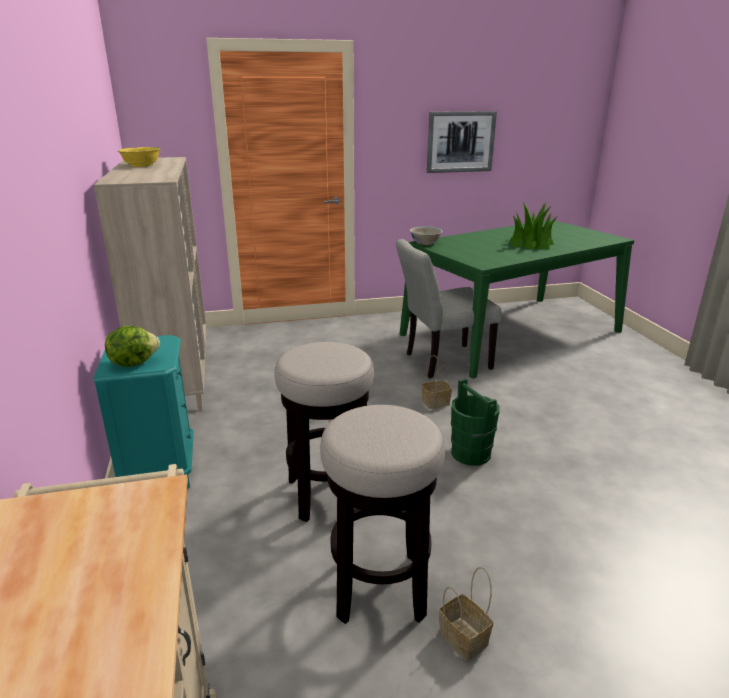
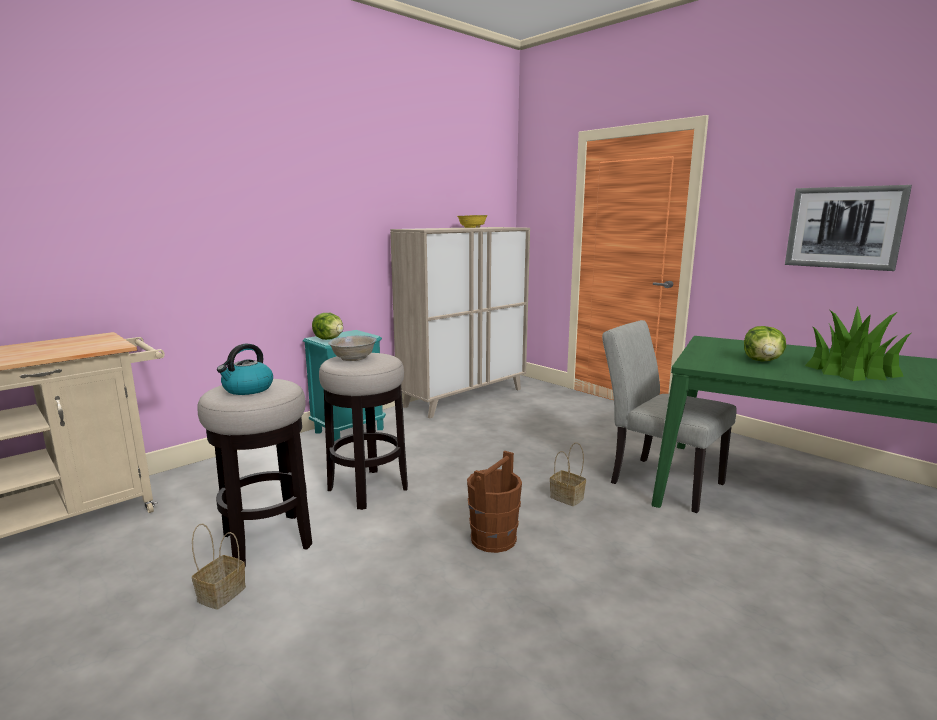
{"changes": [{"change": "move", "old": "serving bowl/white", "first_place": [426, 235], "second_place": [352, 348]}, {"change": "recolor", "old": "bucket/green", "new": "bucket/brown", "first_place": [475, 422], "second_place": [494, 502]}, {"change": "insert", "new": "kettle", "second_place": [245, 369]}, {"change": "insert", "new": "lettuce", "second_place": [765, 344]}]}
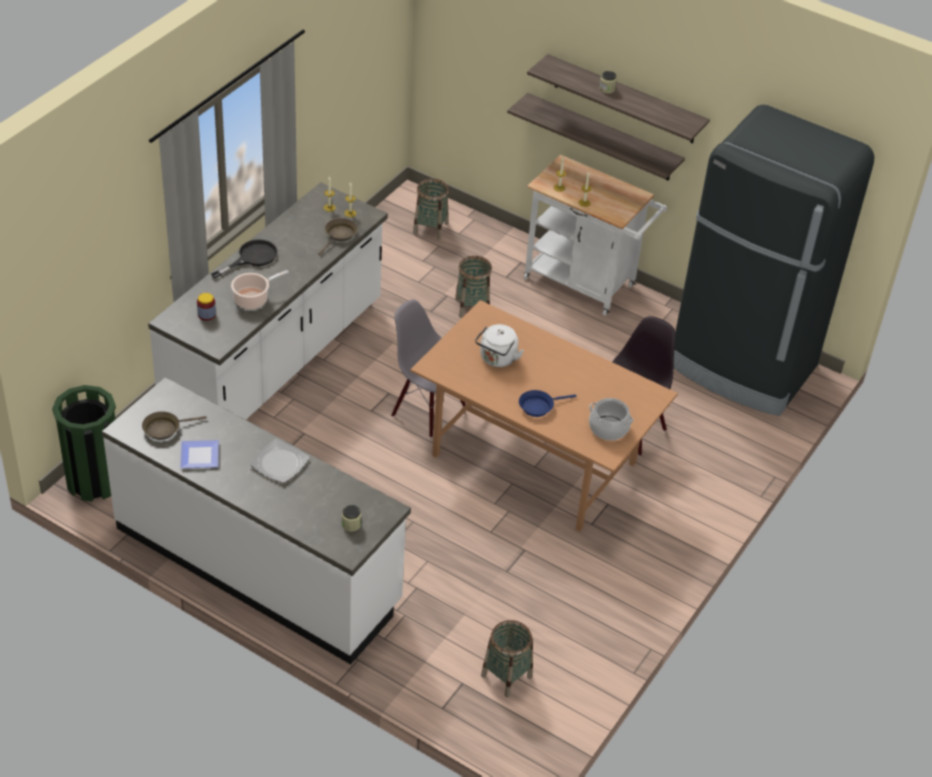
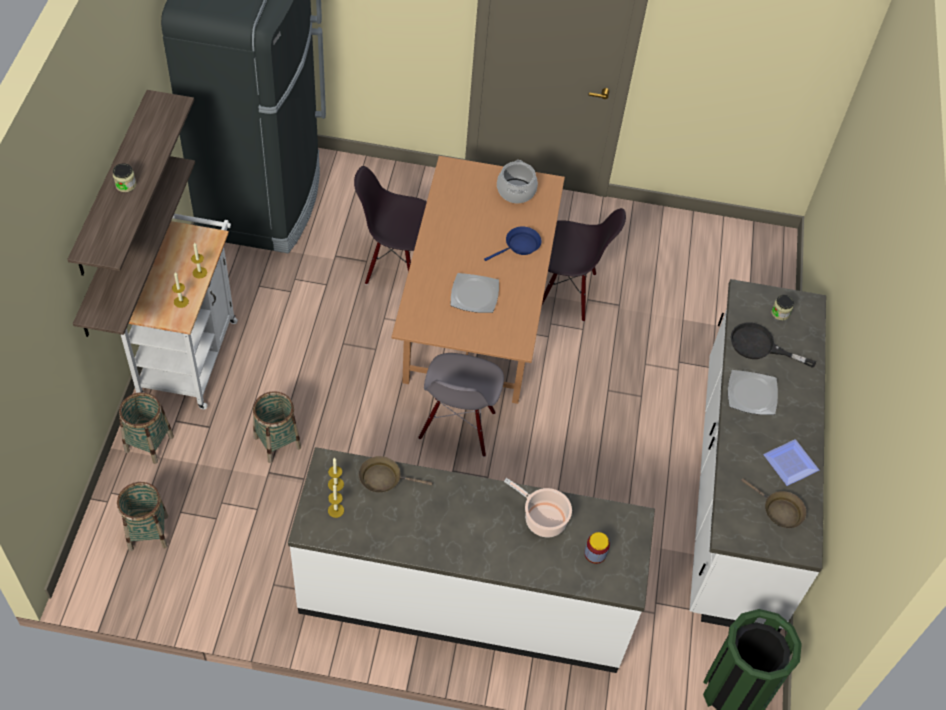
{"changes": [{"change": "move", "old": "pan/black-coloured", "first_place": [244, 258], "second_place": [773, 345]}, {"change": "replace", "old": "kettle/white", "new": "dinner plate", "first_place": [499, 345], "second_place": [475, 293]}, {"change": "move", "old": "basket", "first_place": [507, 659], "second_place": [146, 428]}, {"change": "rotate", "old": "pan/blue-coloured", "first_place": [547, 403], "second_place": [513, 244], "degrees": -75}, {"change": "insert", "new": "chair/black-coloured", "second_place": [584, 265]}]}
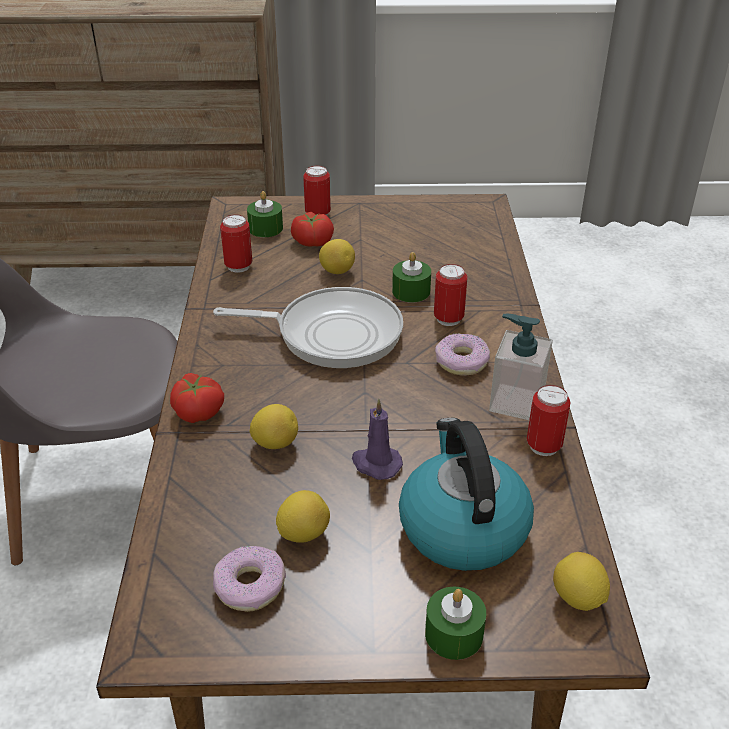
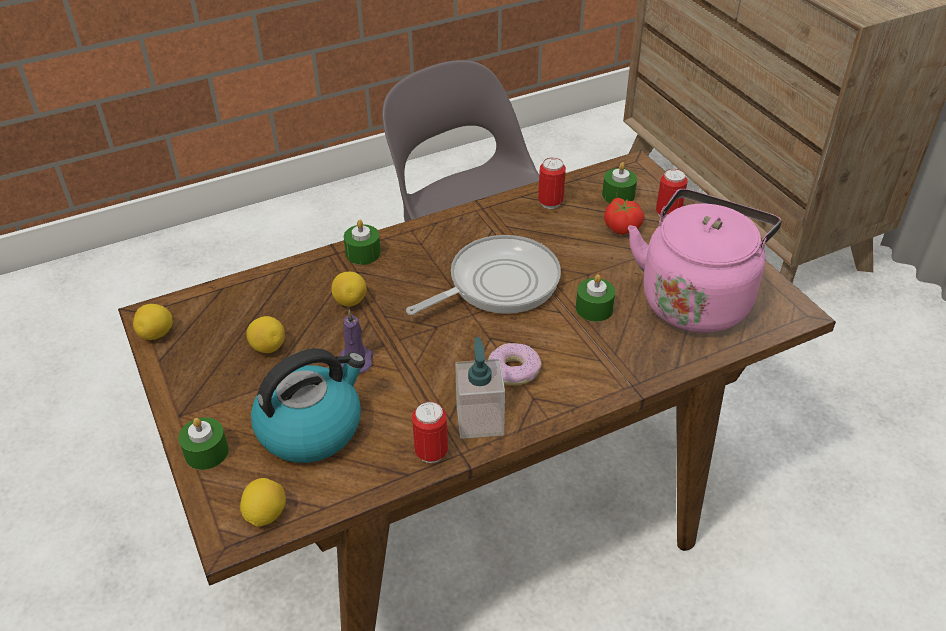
{"changes": [{"change": "replace", "old": "whole tomato", "new": "candle/green", "first_place": [197, 398], "second_place": [362, 242]}, {"change": "rotate", "old": "pan", "first_place": [308, 327], "second_place": [483, 275], "degrees": -105}, {"change": "delete", "old": "ring doughnut", "first_place": [249, 579]}, {"change": "move", "old": "citrus fruit", "first_place": [337, 256], "second_place": [152, 322]}, {"change": "delete", "old": "can", "first_place": [451, 295]}, {"change": "insert", "new": "kettle/pinkish", "second_place": [705, 261]}]}
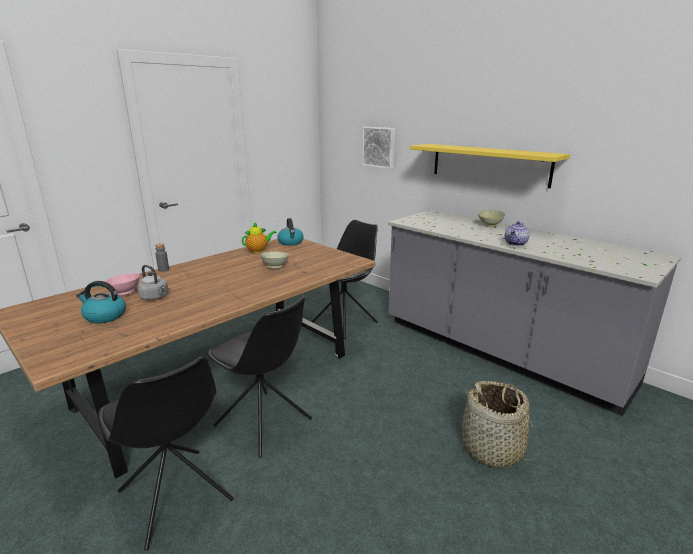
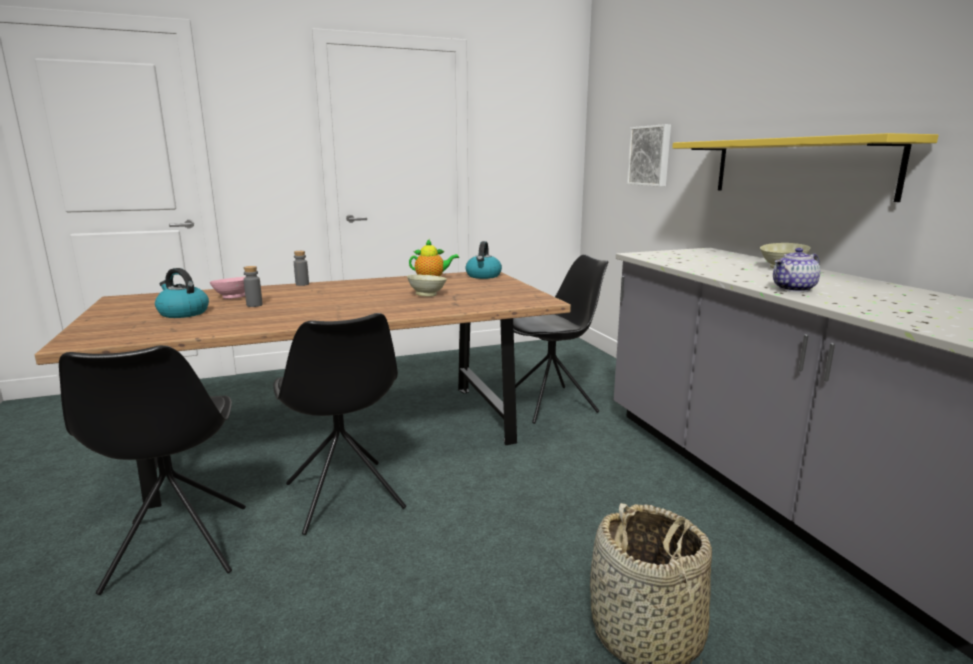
{"changes": [{"change": "replace", "old": "kettle/greyish", "new": "drink bottle/greyish", "first_place": [152, 282], "second_place": [253, 286]}]}
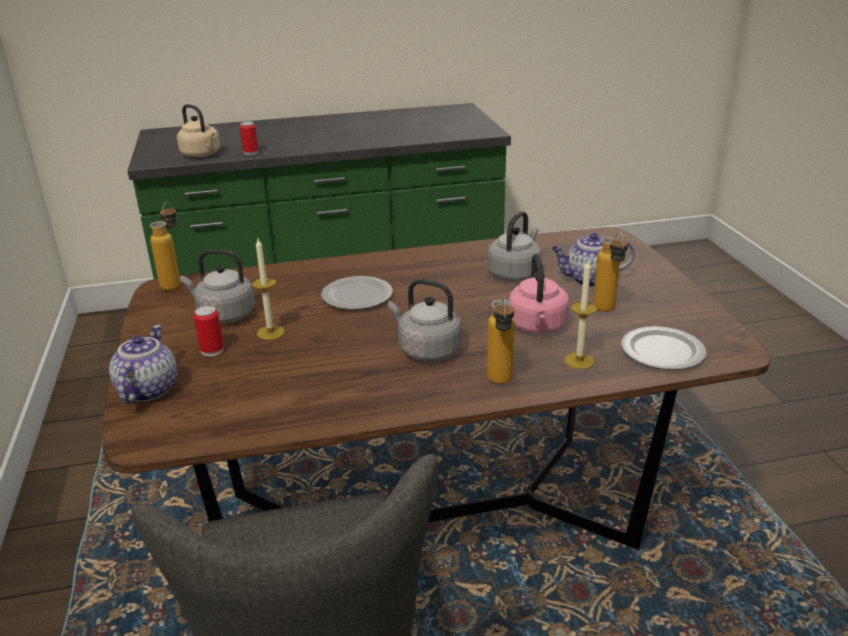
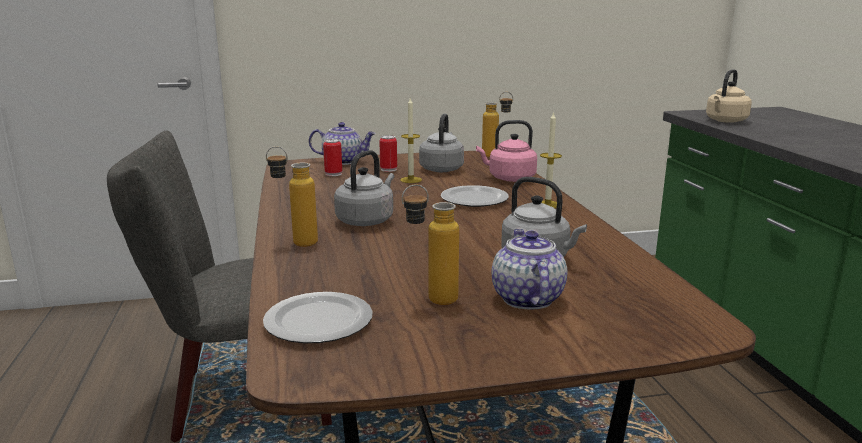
{"changes": [{"change": "move", "old": "can", "first_place": [249, 138], "second_place": [332, 157]}, {"change": "move", "old": "kettle/pinkish", "first_place": [539, 294], "second_place": [506, 151]}, {"change": "move", "old": "candle", "first_place": [580, 315], "second_place": [551, 159]}]}
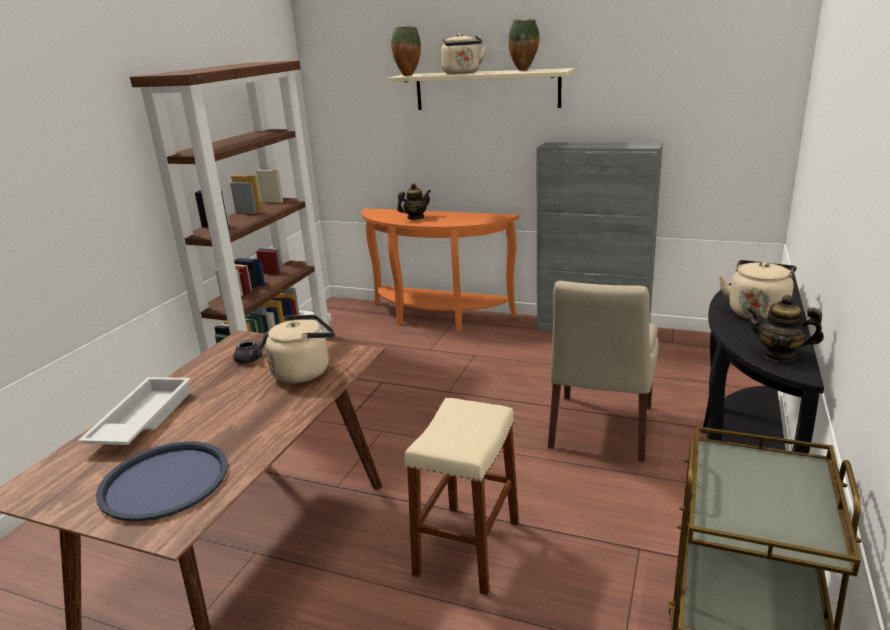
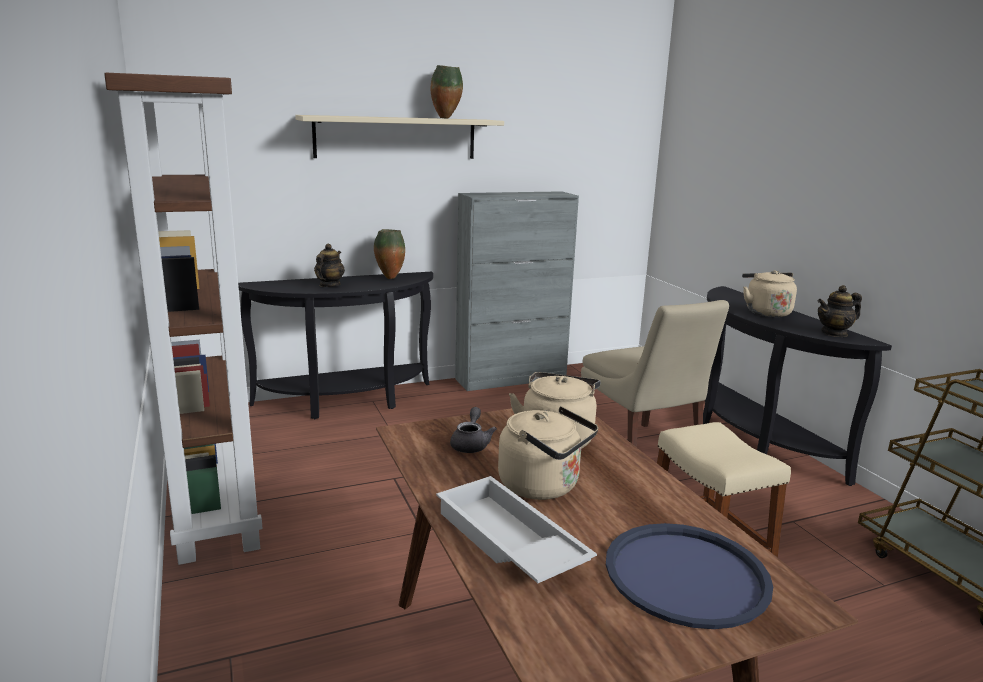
{"changes": [{"change": "recolor", "old": "hall table/orangey", "new": "hall table/black-coloured", "first_place": [440, 269], "second_place": [335, 345]}, {"change": "move", "old": "decorative vase", "first_place": [406, 51], "second_place": [389, 254]}, {"change": "move", "old": "kettle/sand-coloured", "first_place": [464, 53], "second_place": [548, 453]}]}
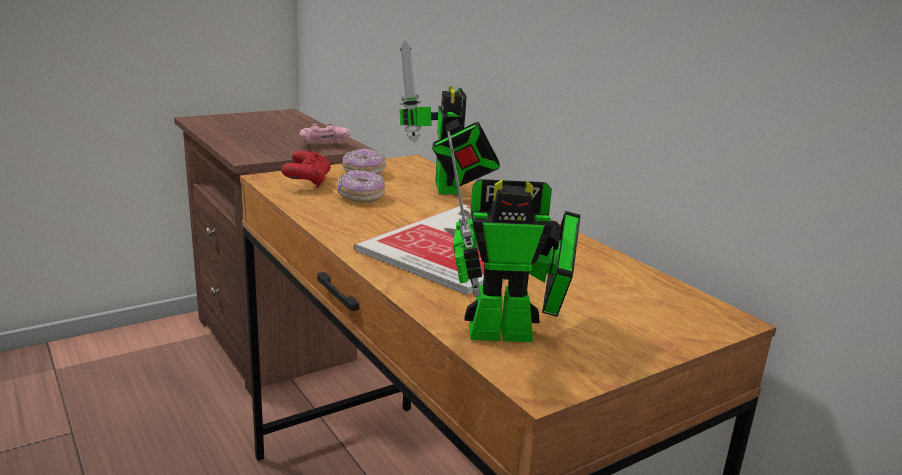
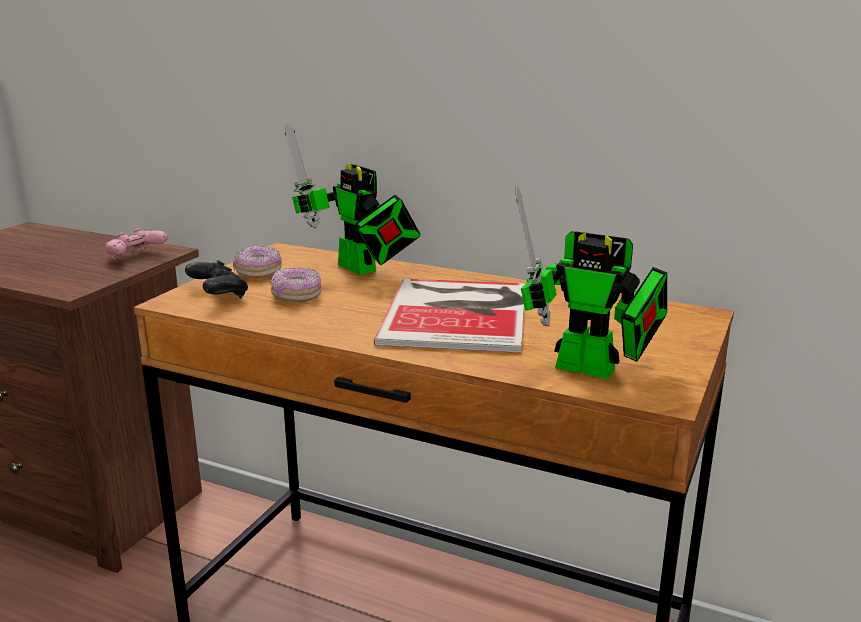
{"changes": [{"change": "recolor", "old": "gamepad/red", "new": "gamepad/black-coloured", "first_place": [306, 169], "second_place": [216, 279]}, {"change": "rotate", "old": "toy robot", "first_place": [514, 236], "second_place": [591, 282], "degrees": 60}]}
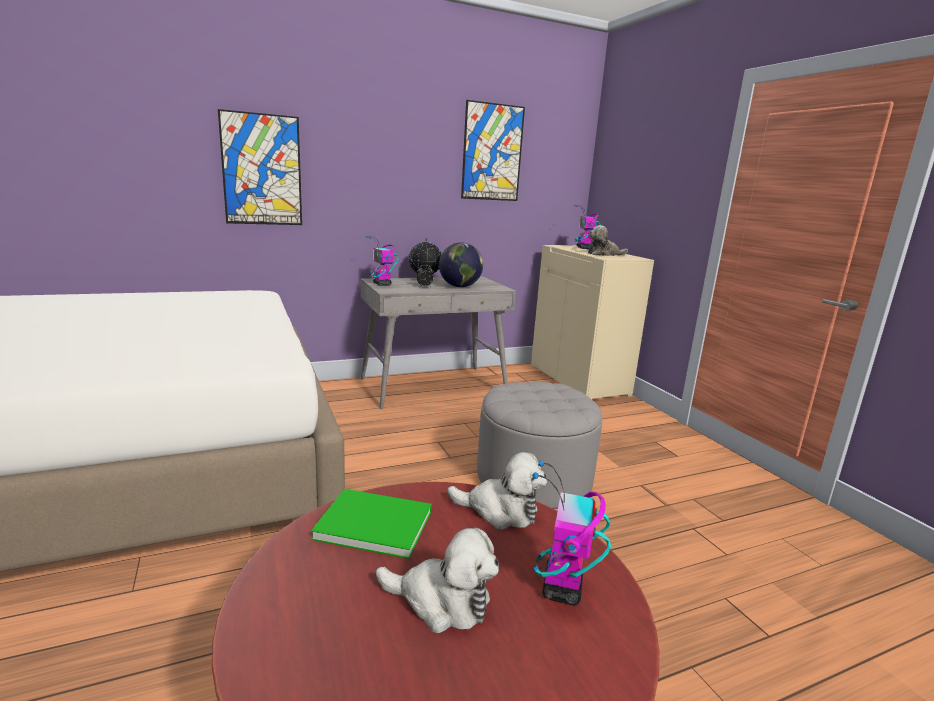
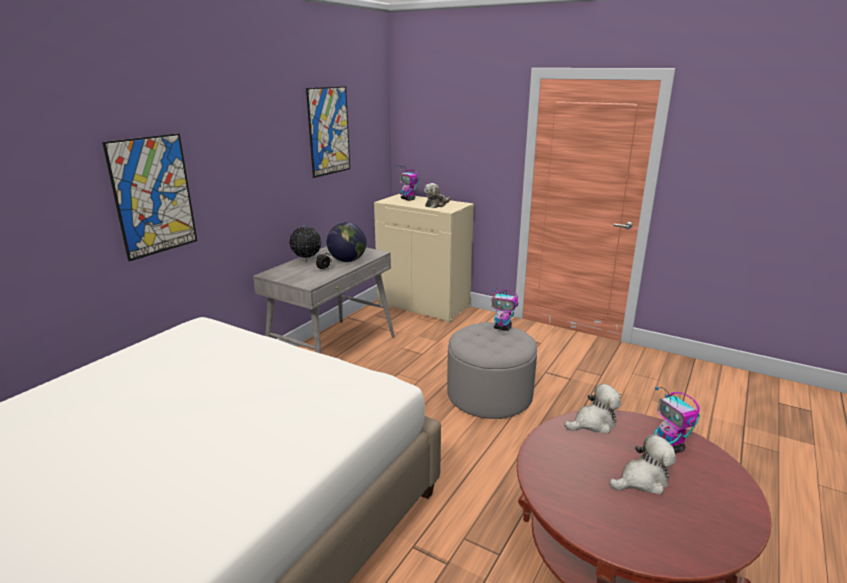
{"changes": [{"change": "delete", "old": "book/green", "first_place": [371, 524]}, {"change": "move", "old": "toy robot", "first_place": [382, 260], "second_place": [504, 310]}]}
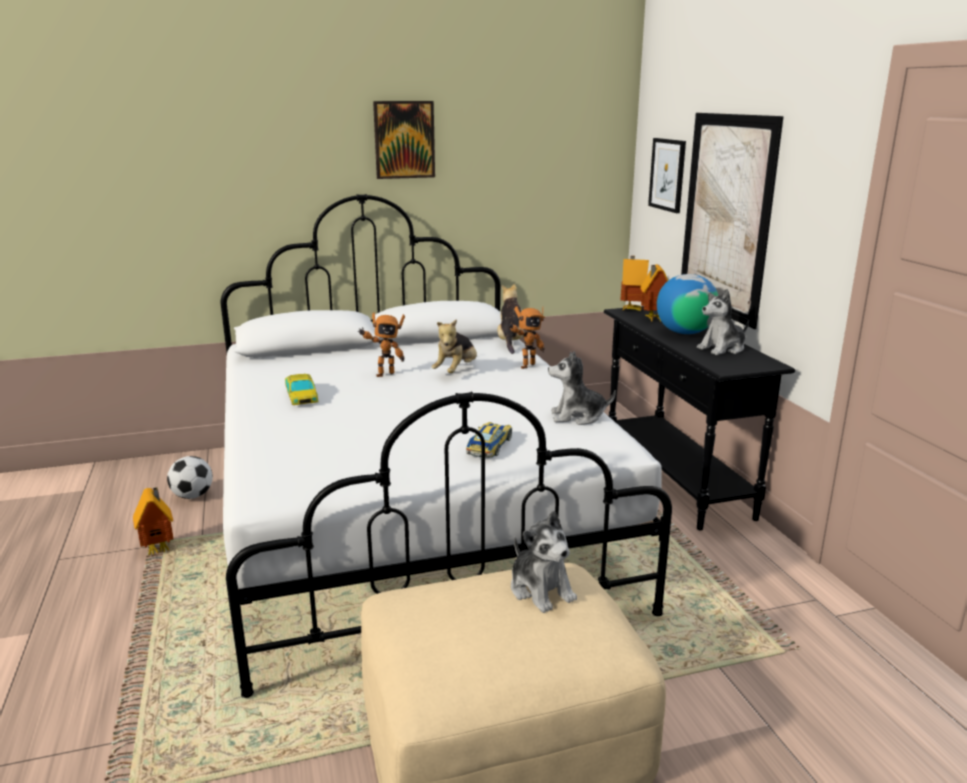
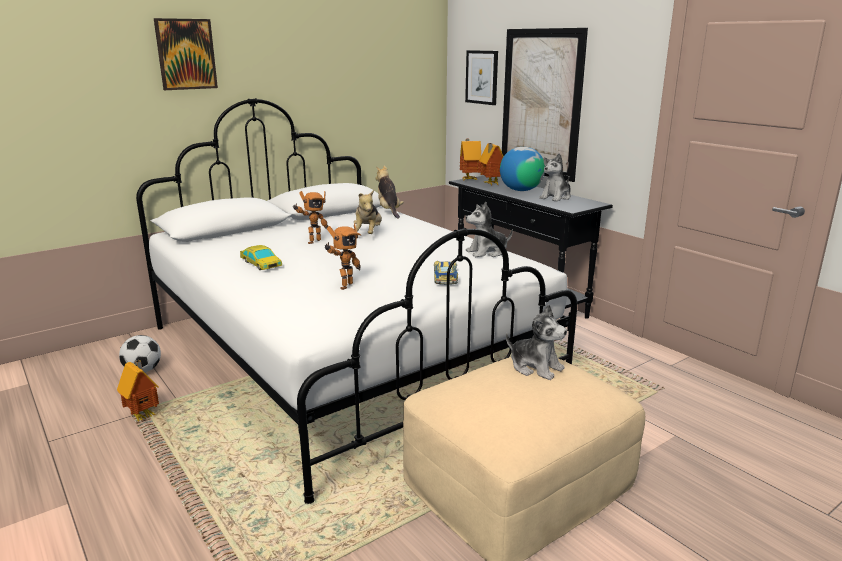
{"changes": [{"change": "move", "old": "wall picture", "first_place": [404, 140], "second_place": [186, 54]}, {"change": "move", "old": "toy robot", "first_place": [526, 337], "second_place": [343, 257]}]}
